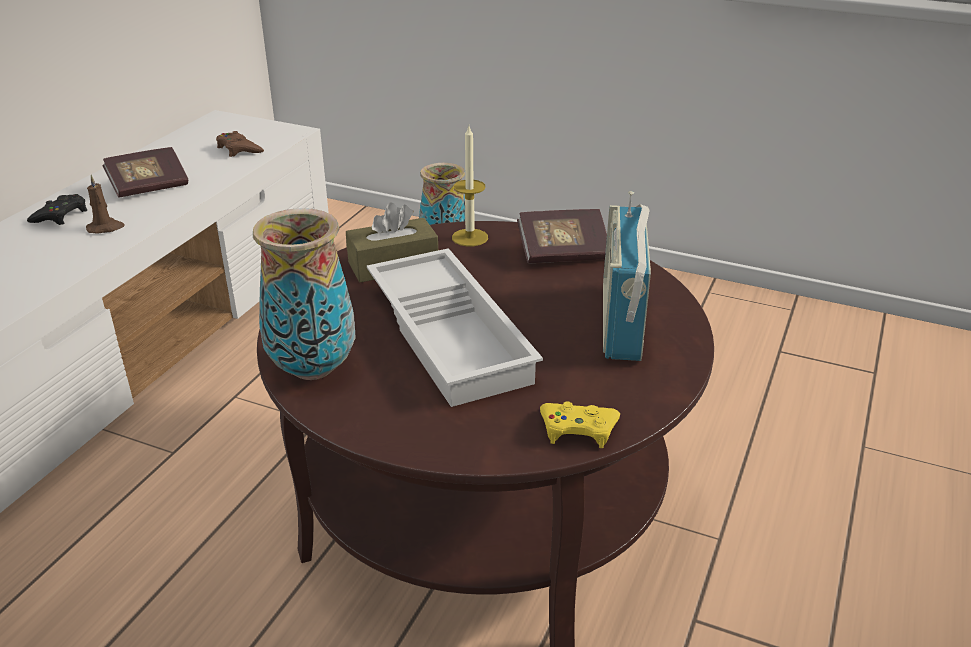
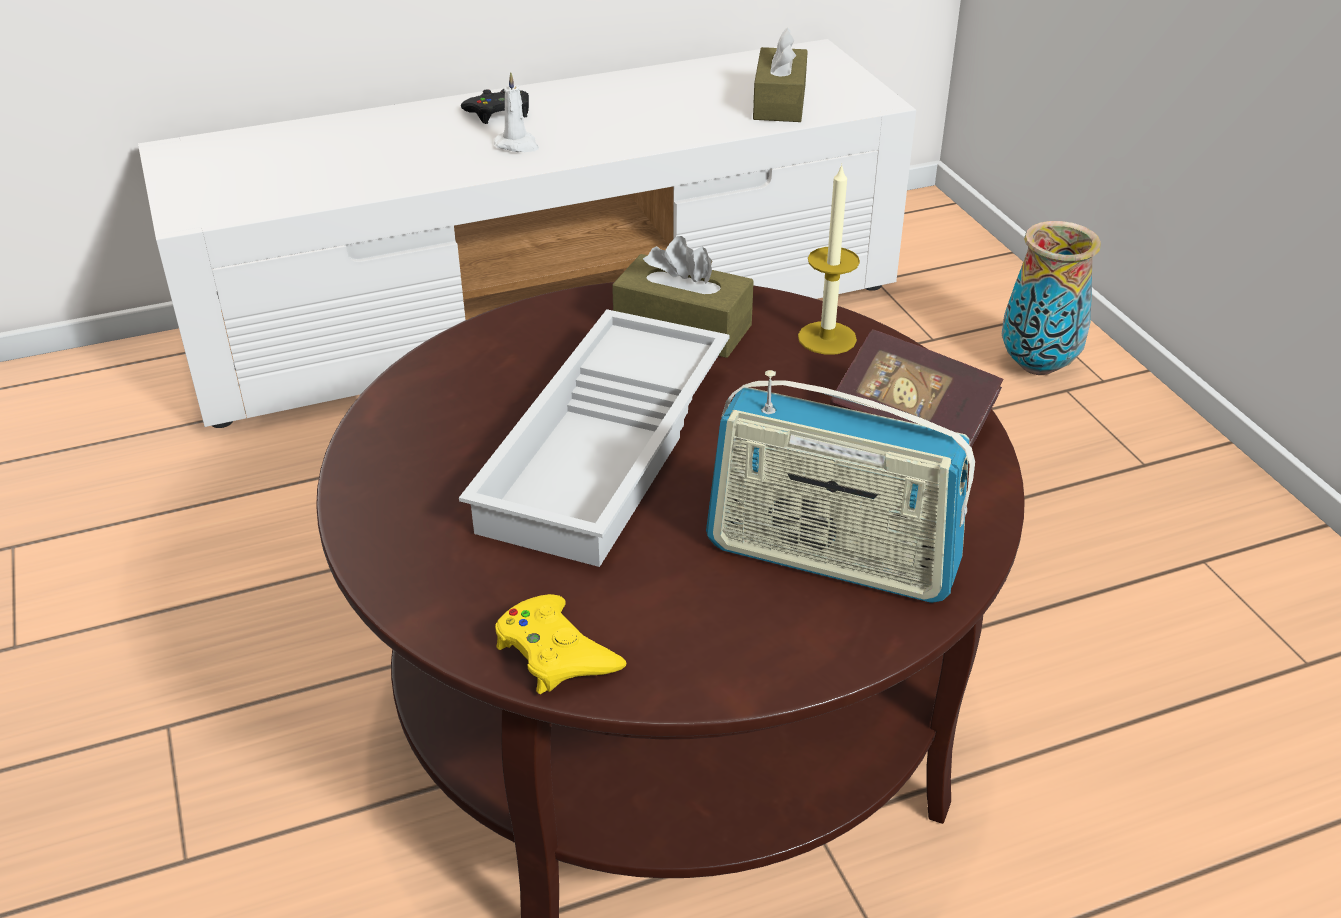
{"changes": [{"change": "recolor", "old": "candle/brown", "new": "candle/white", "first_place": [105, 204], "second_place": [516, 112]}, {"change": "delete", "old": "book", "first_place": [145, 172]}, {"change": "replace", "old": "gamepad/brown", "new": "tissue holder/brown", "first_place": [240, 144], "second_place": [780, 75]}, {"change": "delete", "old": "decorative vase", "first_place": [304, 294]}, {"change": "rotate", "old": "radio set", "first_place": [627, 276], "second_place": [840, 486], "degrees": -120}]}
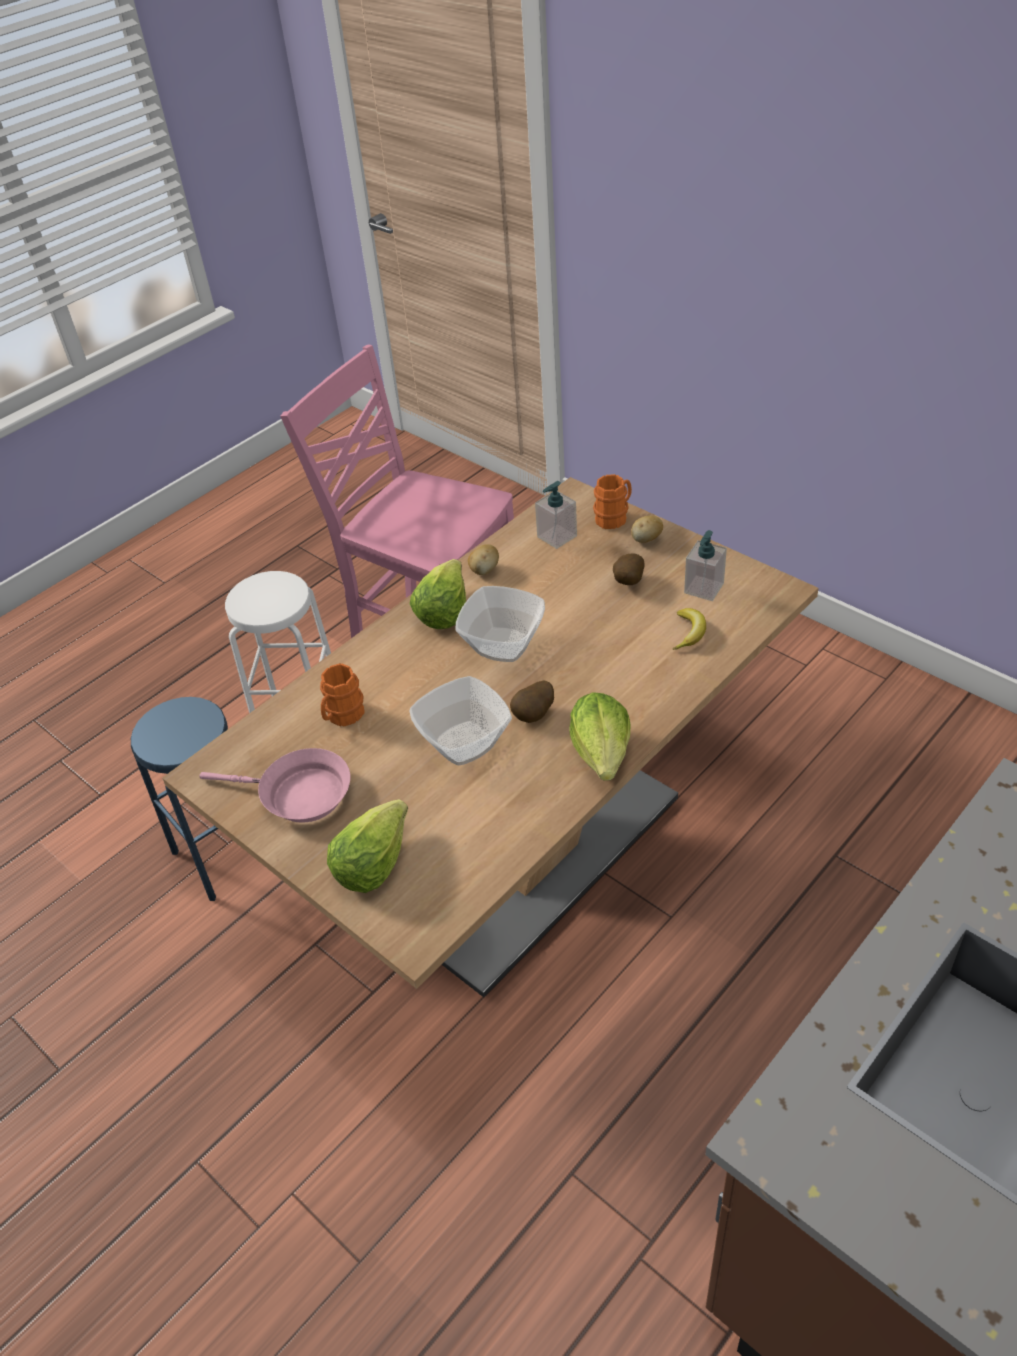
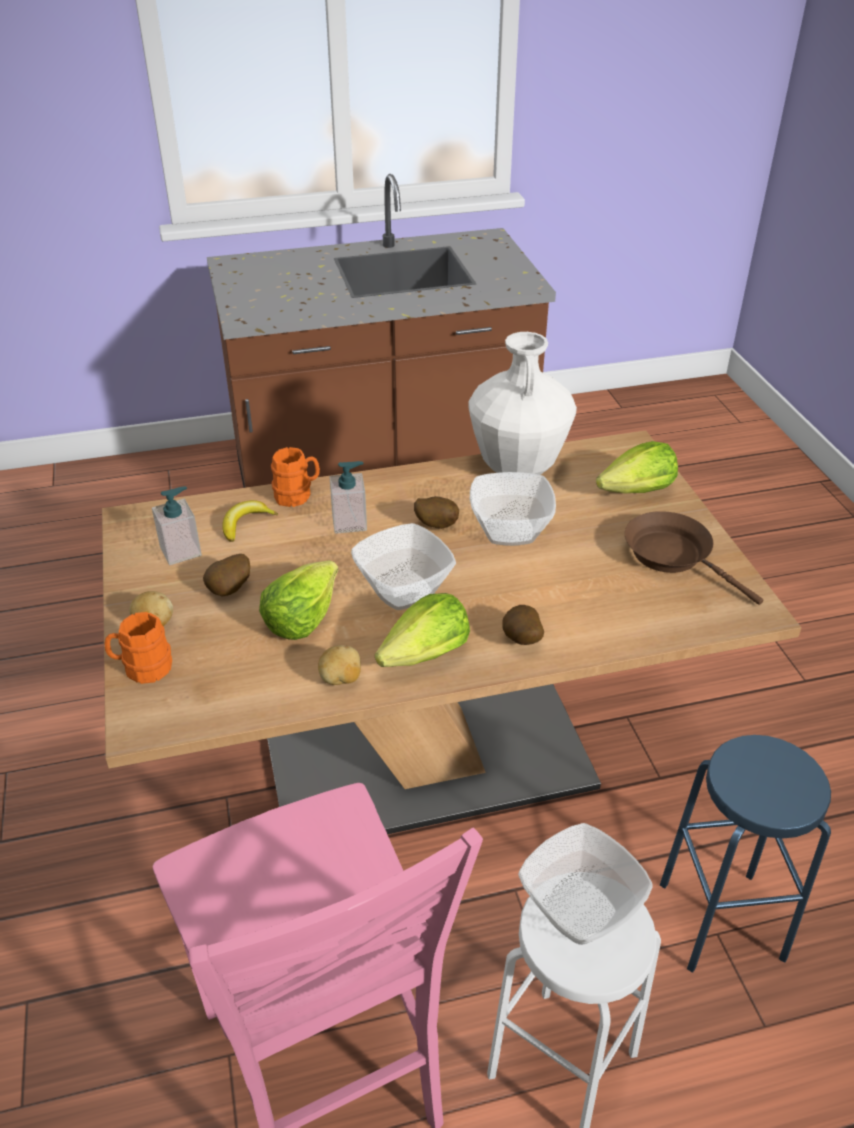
{"changes": [{"change": "recolor", "old": "pan/pinkish", "new": "pan/brown", "first_place": [274, 785], "second_place": [694, 558]}, {"change": "move", "old": "tea mug/orangey", "first_place": [342, 695], "second_place": [295, 477]}, {"change": "move", "old": "soap dispenser", "first_place": [556, 515], "second_place": [348, 497]}, {"change": "move", "old": "lettuce", "first_place": [600, 736], "second_place": [298, 600]}, {"change": "insert", "new": "decorative vase/white", "second_place": [522, 403]}, {"change": "insert", "new": "potato", "second_place": [523, 625]}, {"change": "insert", "new": "serving bowl", "second_place": [585, 884]}]}
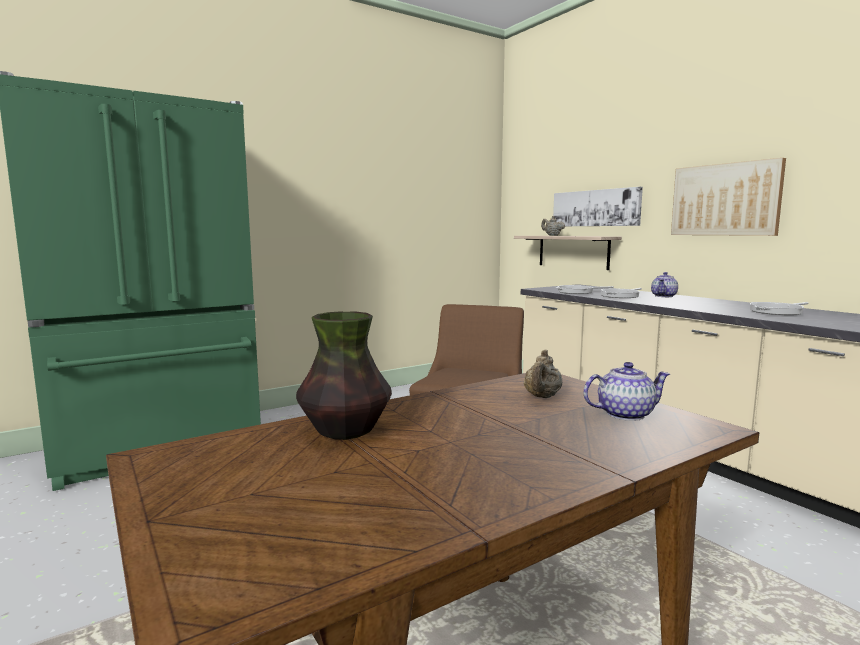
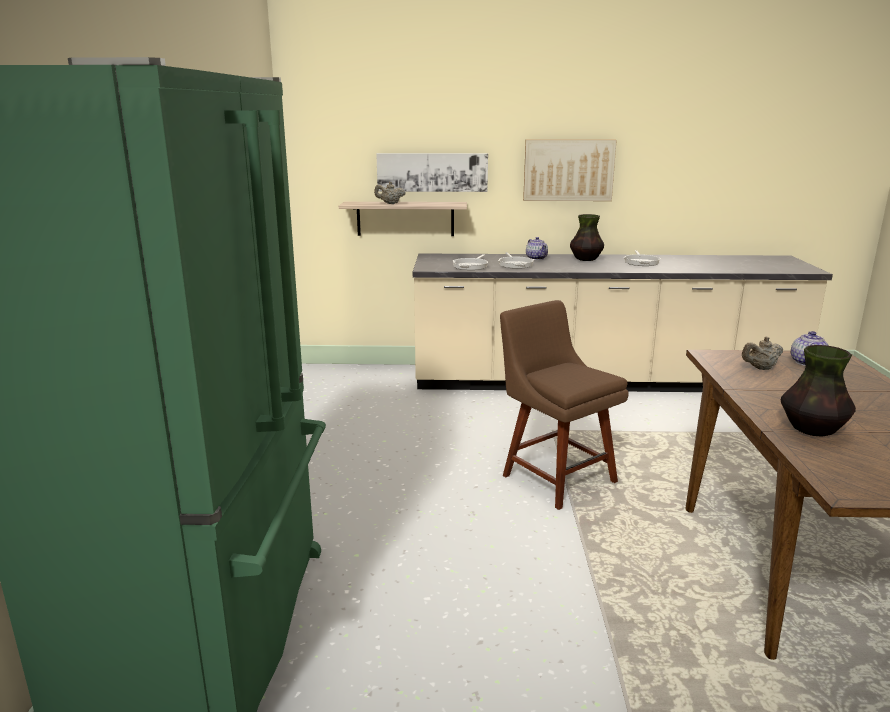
{"changes": [{"change": "rotate", "old": "pot for tea/sand-coloured", "first_place": [542, 374], "second_place": [762, 353], "degrees": 105}, {"change": "insert", "new": "decorative vase", "second_place": [587, 237]}]}
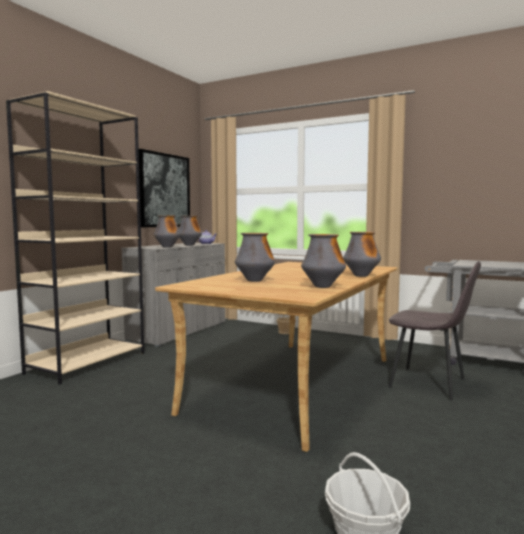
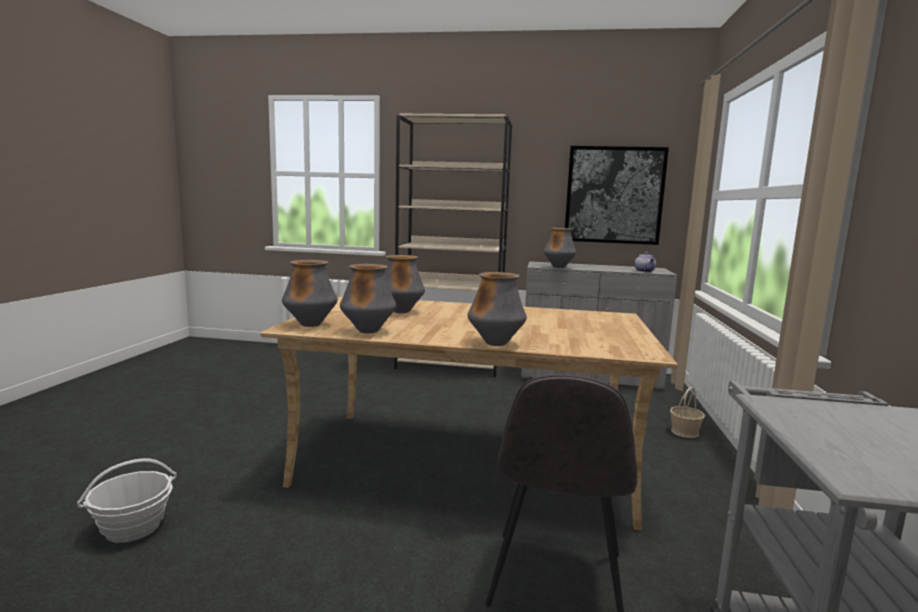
{"changes": [{"change": "move", "old": "decorative vase", "first_place": [190, 231], "second_place": [310, 293]}]}
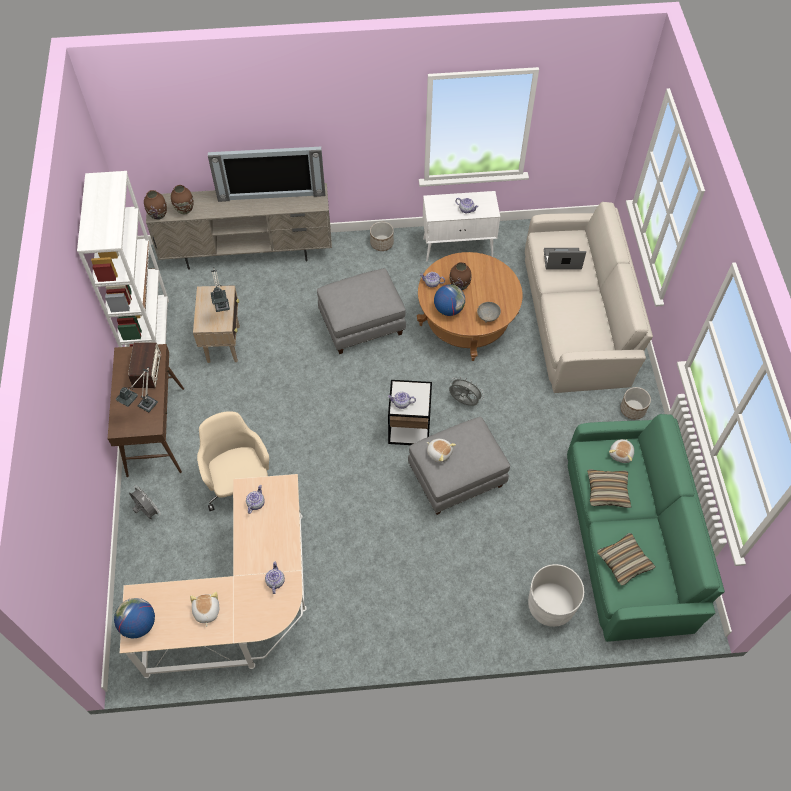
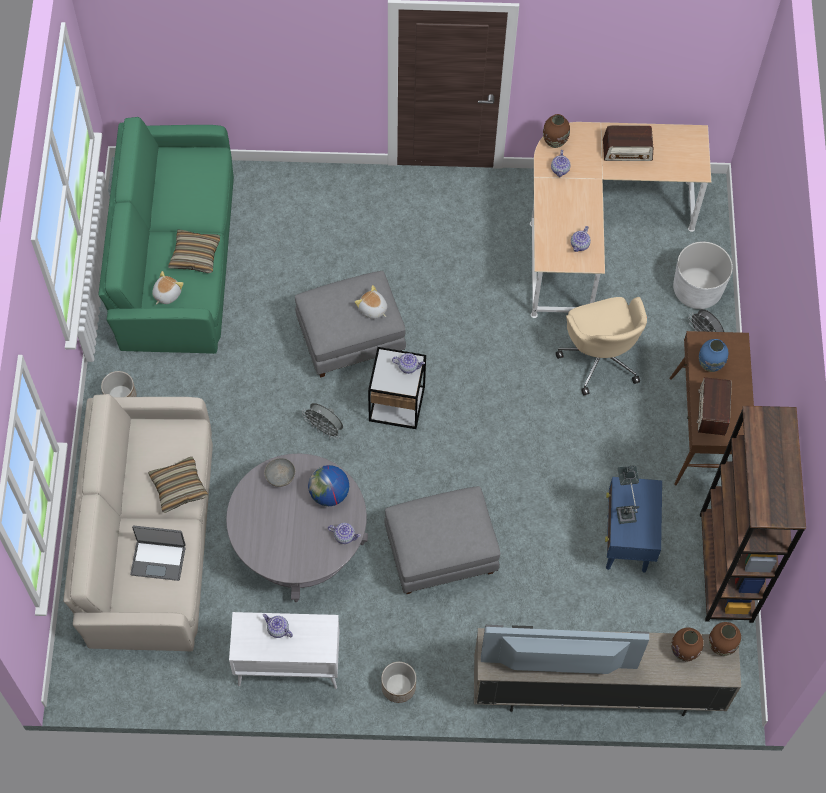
{"changes": [{"change": "recolor", "old": "shelving unit/white", "new": "shelving unit/brown", "first_place": [123, 259], "second_place": [753, 514]}, {"change": "delete", "old": "world globe", "first_place": [134, 618]}, {"change": "replace", "old": "lamp for a table", "new": "decorative vase/blue-coloured", "first_place": [137, 389], "second_place": [714, 355]}, {"change": "replace", "old": "cuddly toy", "new": "radio set", "first_place": [204, 609], "second_place": [628, 143]}, {"change": "recolor", "old": "end table/sand-coloured", "new": "end table/blue-coloured", "first_place": [216, 324], "second_place": [633, 524]}, {"change": "recolor", "old": "coffee table/brown", "new": "coffee table/greyish", "first_place": [470, 306], "second_place": [297, 528]}, {"change": "move", "old": "decorative vase/brown", "first_place": [460, 276], "second_place": [556, 131]}, {"change": "move", "old": "plant pot/white", "first_place": [556, 595], "second_place": [703, 275]}, {"change": "move", "old": "pillow", "first_place": [626, 559], "second_place": [178, 485]}]}
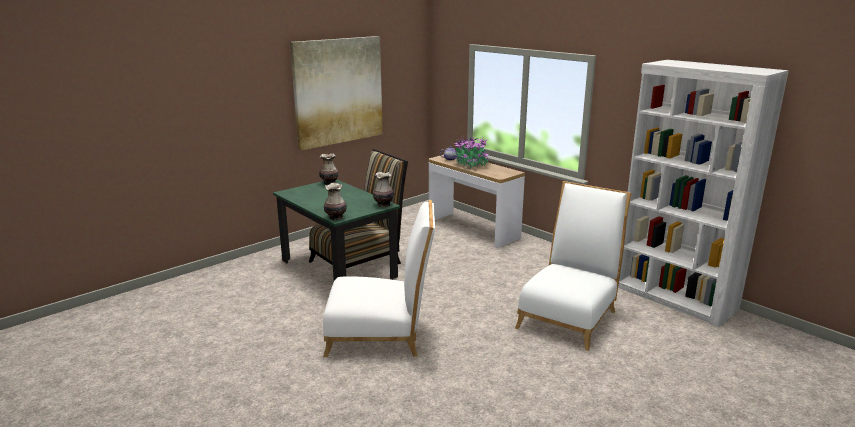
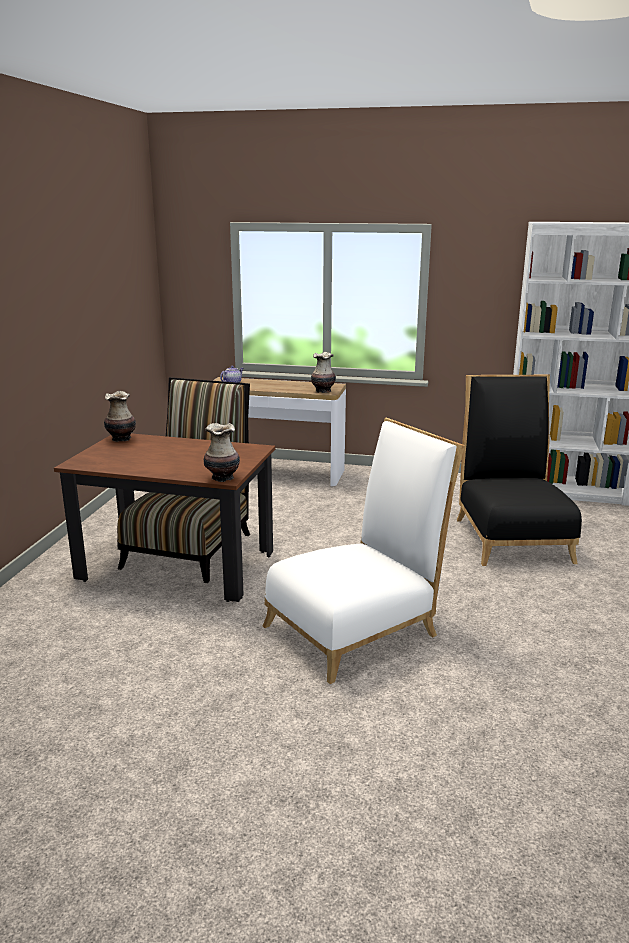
{"changes": [{"change": "recolor", "old": "dining table/green", "new": "dining table/brown", "first_place": [336, 230], "second_place": [164, 517]}, {"change": "delete", "old": "wall picture", "first_place": [336, 93]}, {"change": "move", "old": "decorative vase", "first_place": [383, 189], "second_place": [323, 372]}, {"change": "delete", "old": "houseplant", "first_place": [471, 152]}, {"change": "recolor", "old": "chair/white", "new": "chair/black-coloured", "first_place": [573, 266], "second_place": [519, 470]}]}
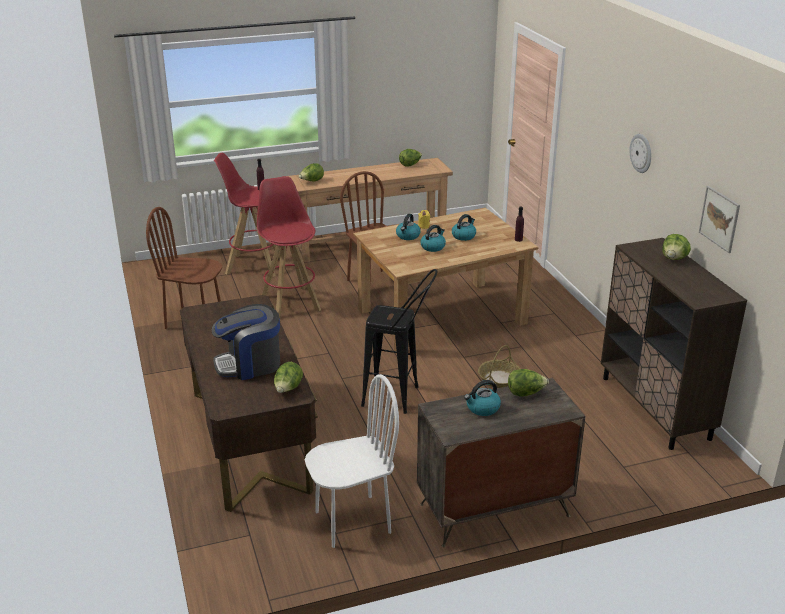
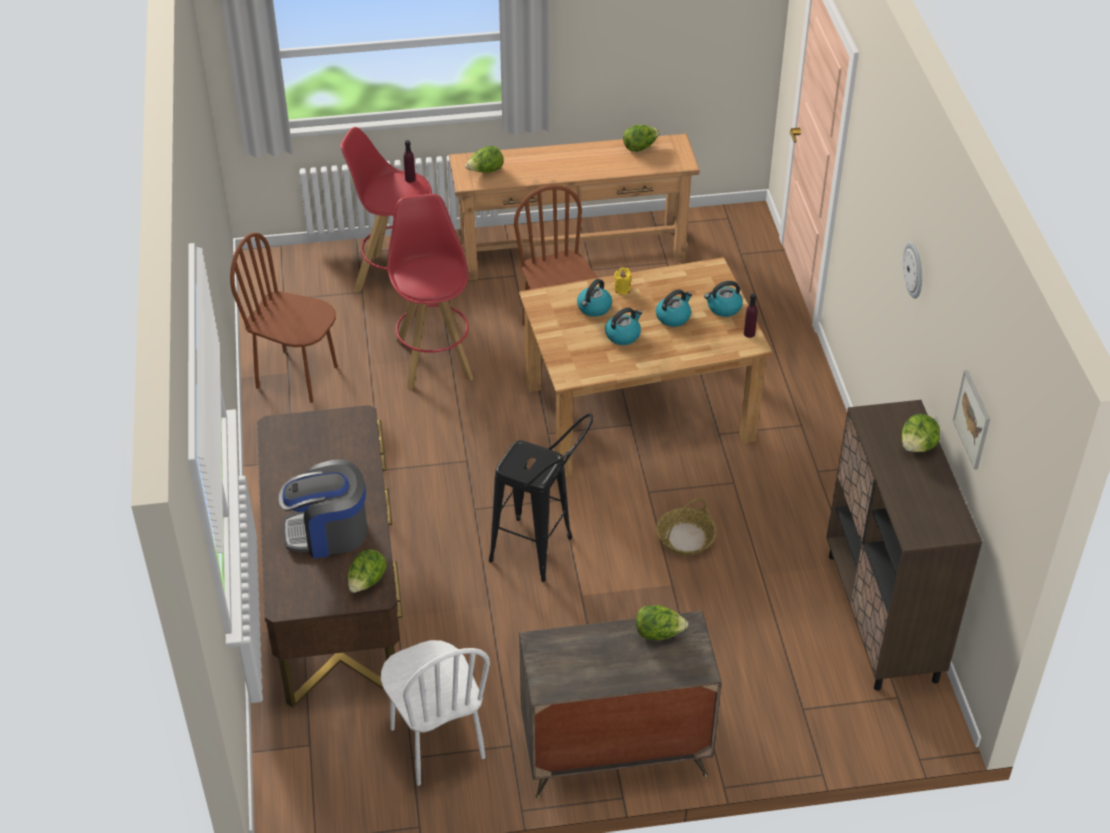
{"changes": [{"change": "rotate", "old": "chair/white", "first_place": [352, 461], "second_place": [435, 713], "degrees": 75}, {"change": "move", "old": "kettle", "first_place": [482, 398], "second_place": [723, 299]}]}
